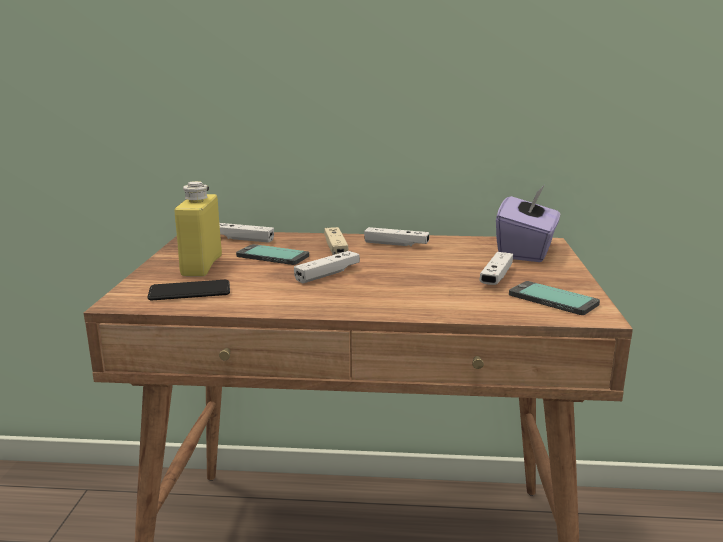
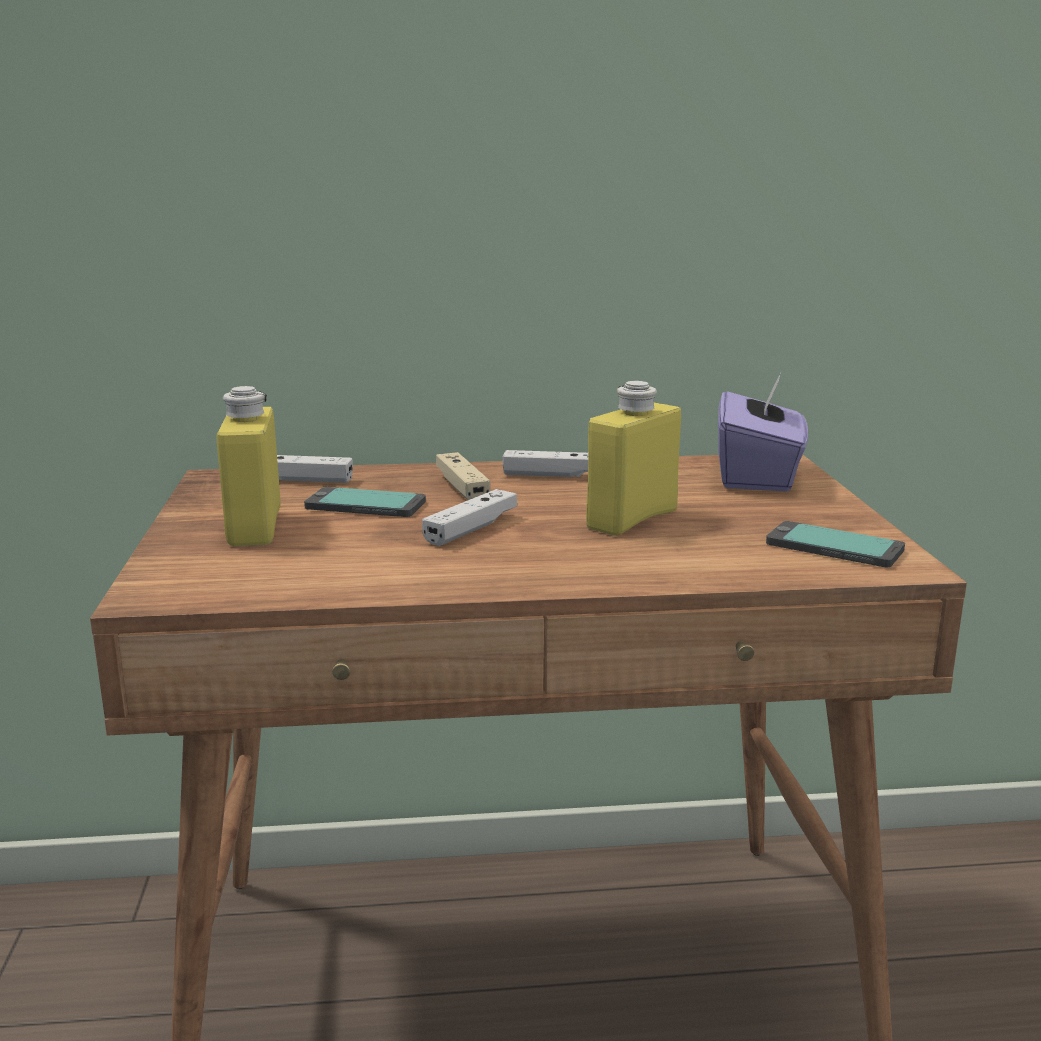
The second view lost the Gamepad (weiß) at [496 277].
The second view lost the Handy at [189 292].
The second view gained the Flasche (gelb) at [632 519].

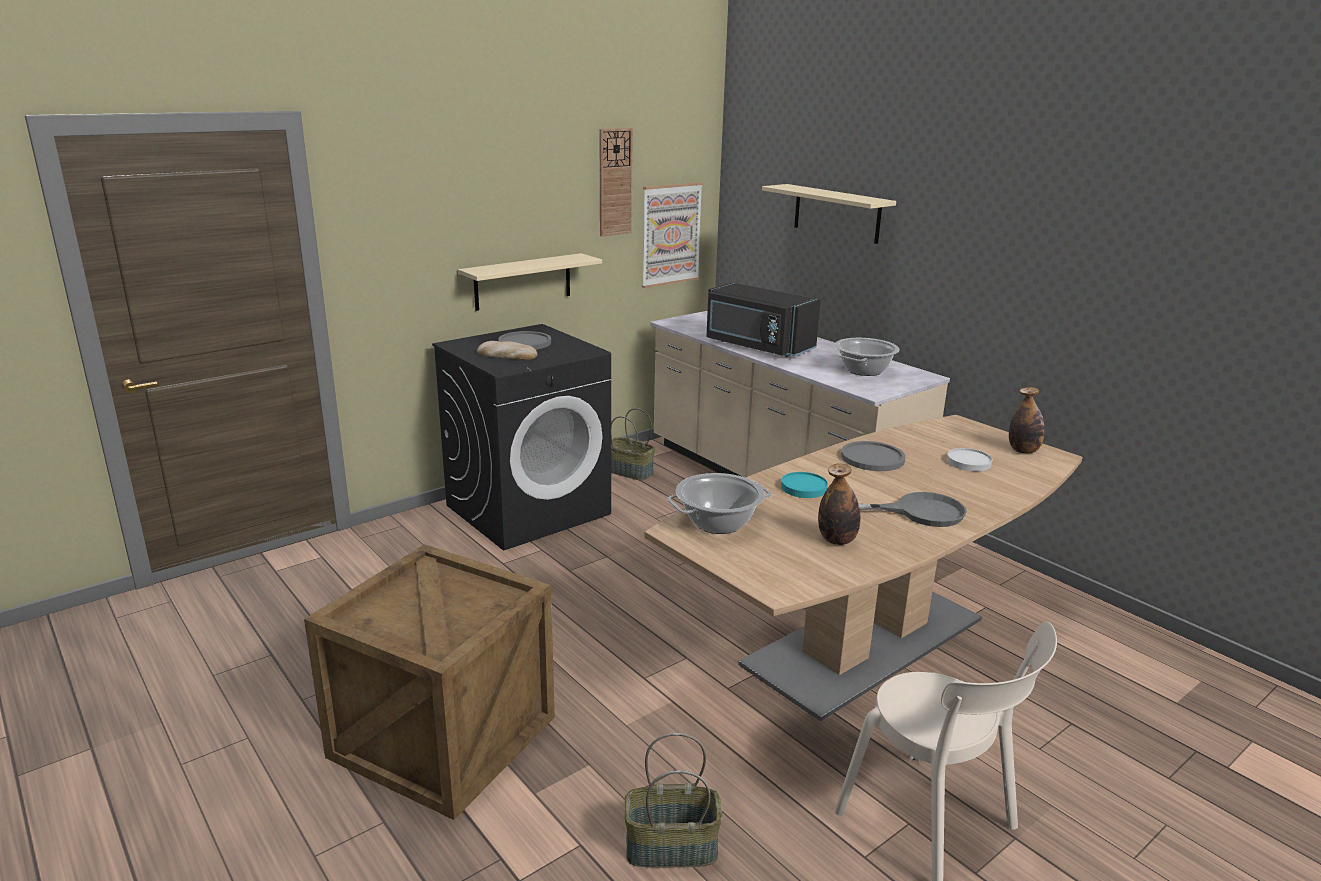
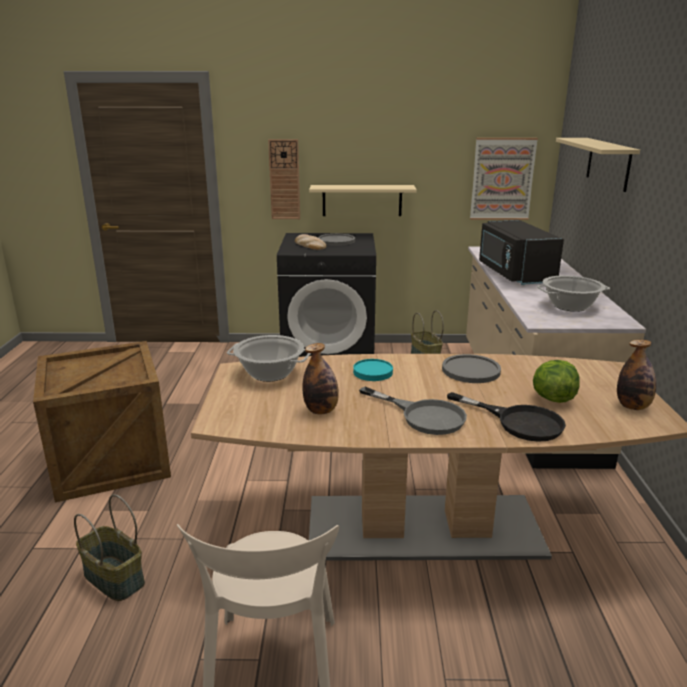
The Wanduhr ended up elsewhere, having gone from [615 182] to [284 180].
Where the Teller (weiß) stood at [968 462], the Salatkopf came to stand at [552 398].
The second view gained the Pfanne (schwarz) at [518 422].

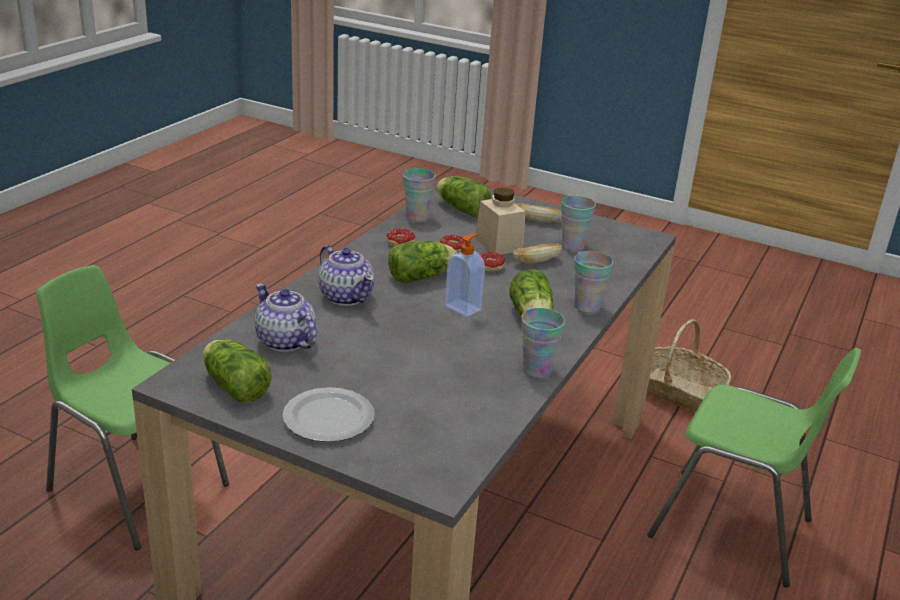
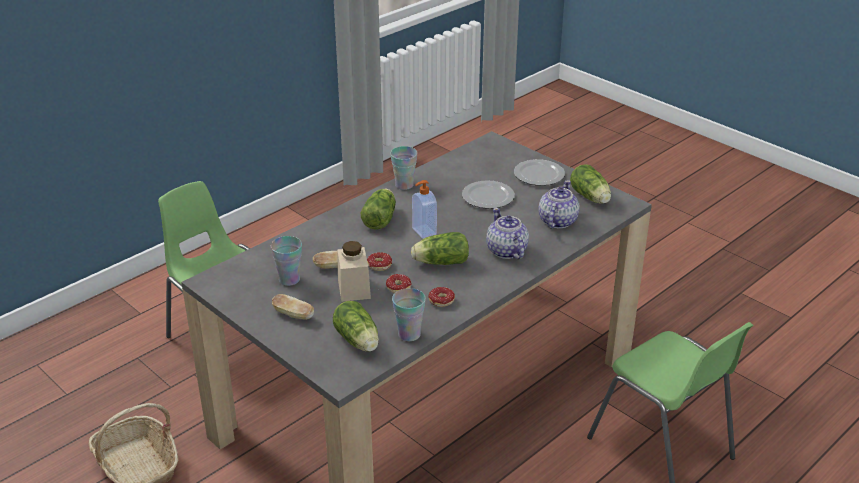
The second view lost the Tasse at [586 306].
The Teekanne at [285 341] ended up facing another way, 135 degrees counterclockwise from before.
The second view gained the Teller at [487 196].

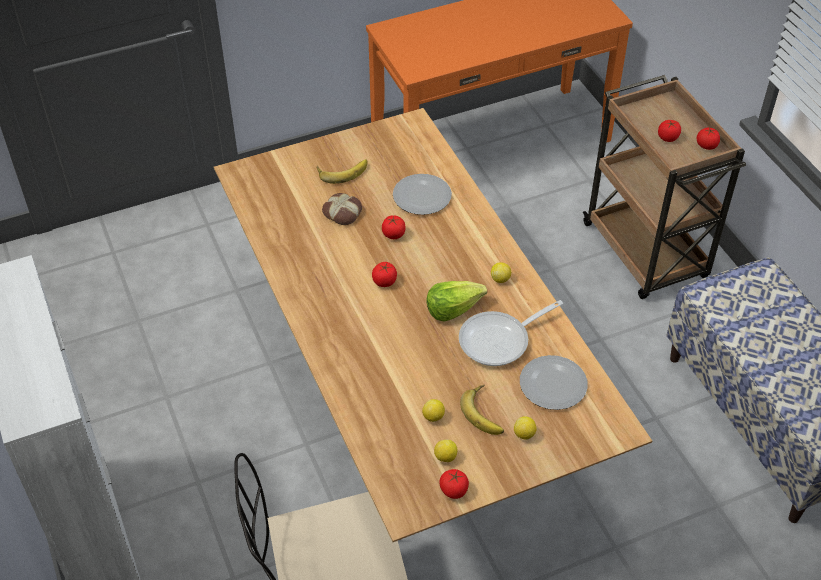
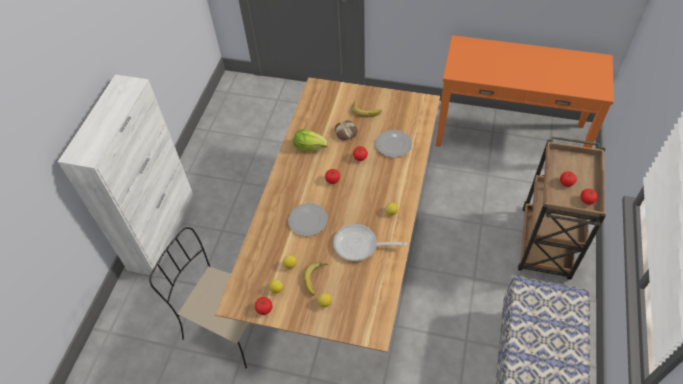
The Salatkopf ended up elsewhere, having gone from [453 308] to [310 146].
The Teller ended up elsewhere, having gone from [554 384] to [308 221].

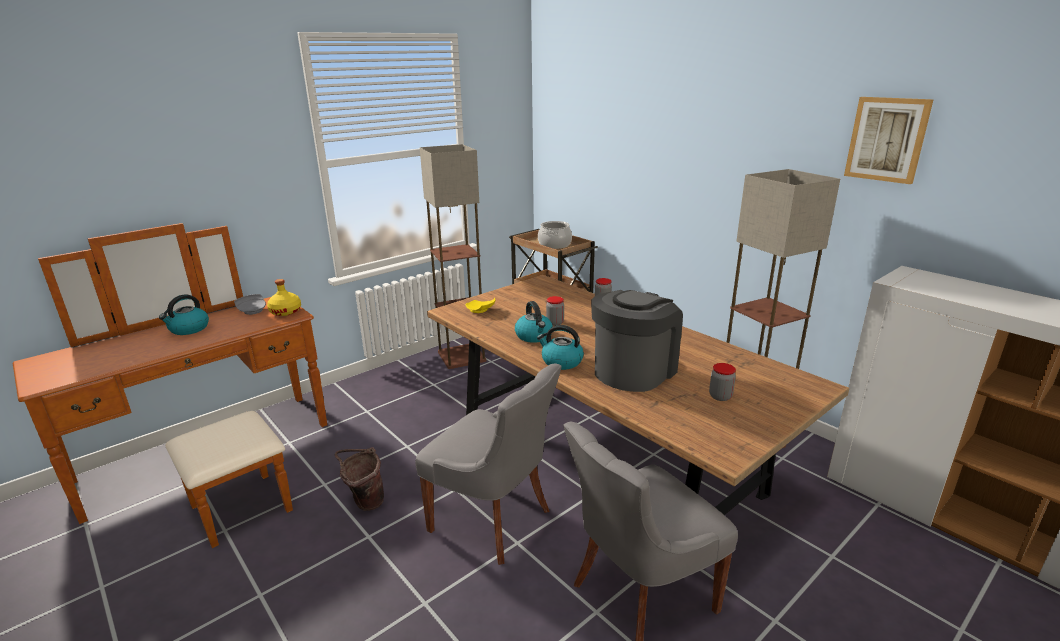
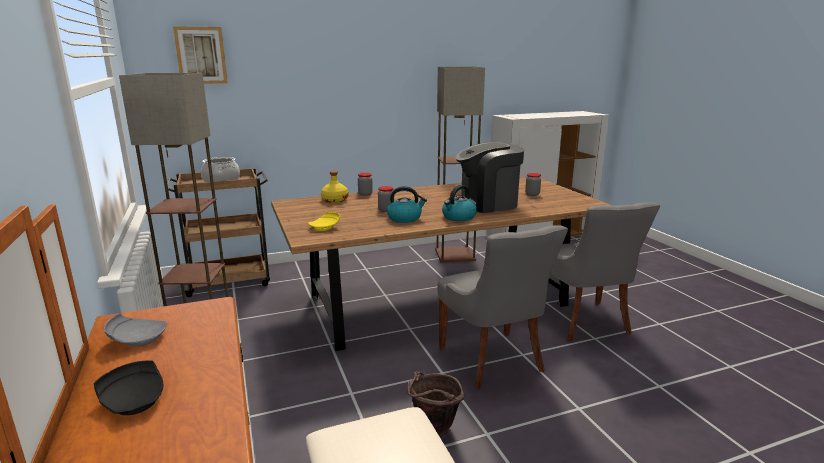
The Bild ended up elsewhere, having gone from [887 139] to [201 55].
The Flasche (gelb) ended up elsewhere, having gone from [285 311] to [334 200].
The Kaffeemaschine at [633 370] ended up facing another way, 75 degrees counterclockwise from before.
Where the Wasserkessel stood at [188 329], the Teller (schwarz) came to stand at [135 400].
The Stuhl (grau) at [493 520] ended up facing another way, 105 degrees clockwise from before.

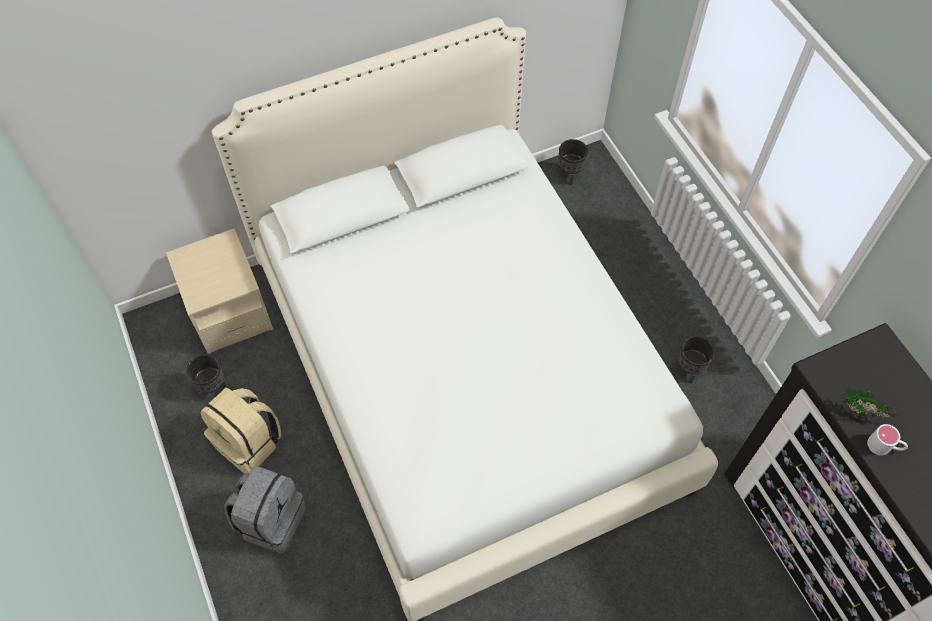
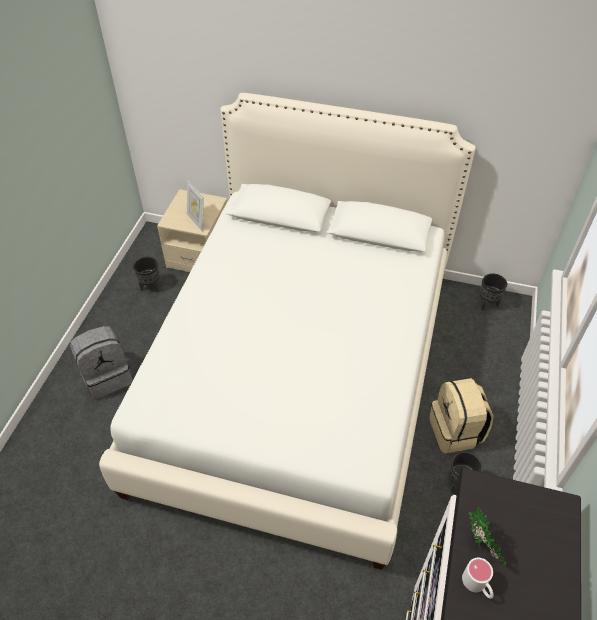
The Rucksack (beige) ended up elsewhere, having gone from [249 442] to [456 431].
The second view gained the Bilderrahmen at [197 221].

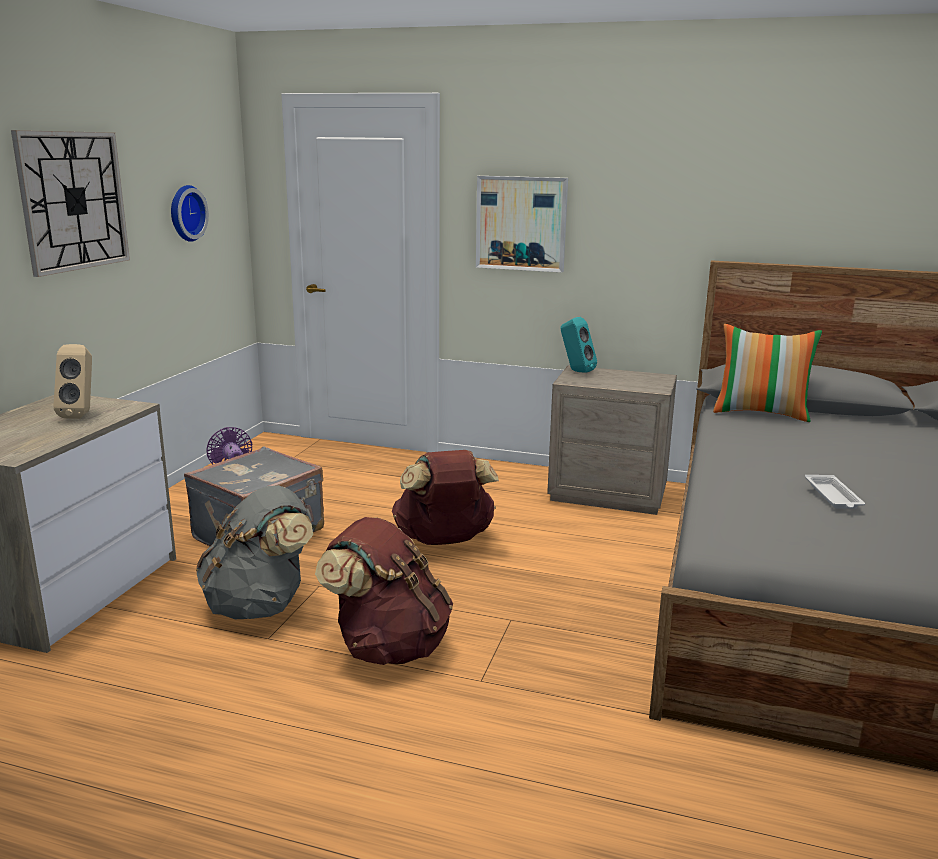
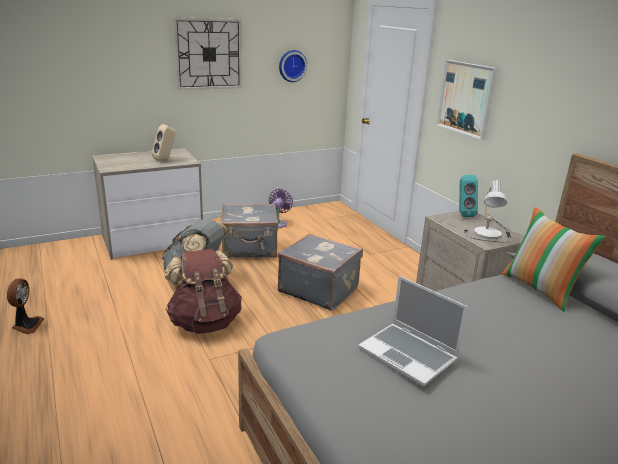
Where the Rucksack (braun) stood at [444 540], the Koffer (grau) came to stand at [319 289].
Where the Tablett (weiß) stood at [833 496], the Laptop came to stand at [409 355].
The second view gained the Tischlampe at [490 234].
The second view gained the Ventilator at [27 325].

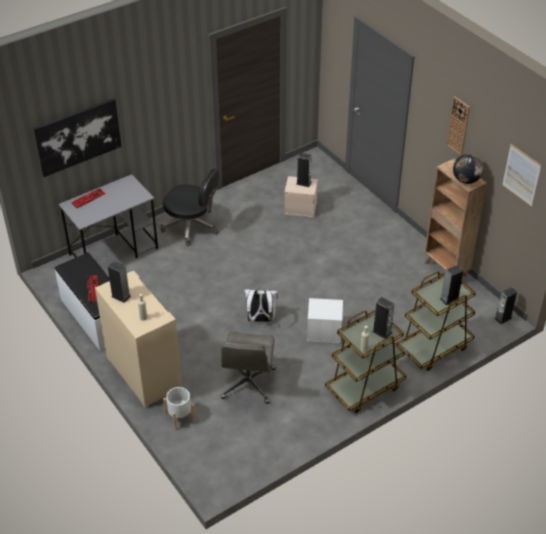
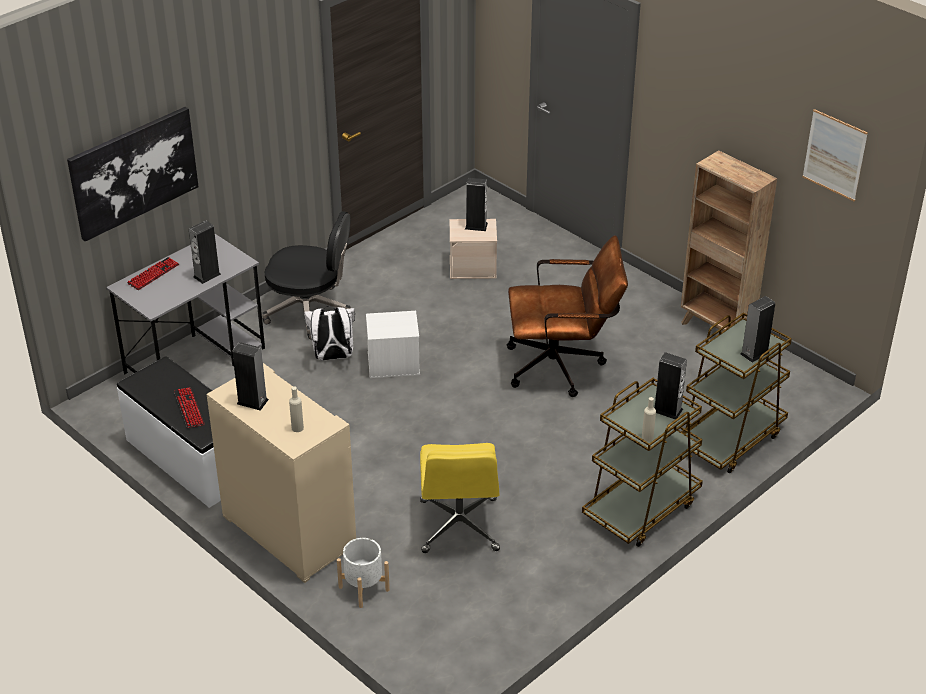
The second view lost the Wanduhr at [458 126].
The second view lost the Globus at [466 180].
The Lautsprecher ended up elsewhere, having gone from [503 318] to [207 275].
The Rucksack (weiß) ended up elsewhere, having gone from [261 319] to [332 357].
The Aufbewahrungsbox (weiß) ended up elsewhere, having gone from [323 332] to [392 363].
What was the Bürostuhl (grau) at [248 384] turned into the Bürostuhl (gelb) at [459 526].
The second view gained the Bürostuhl (braun) at [563 366].

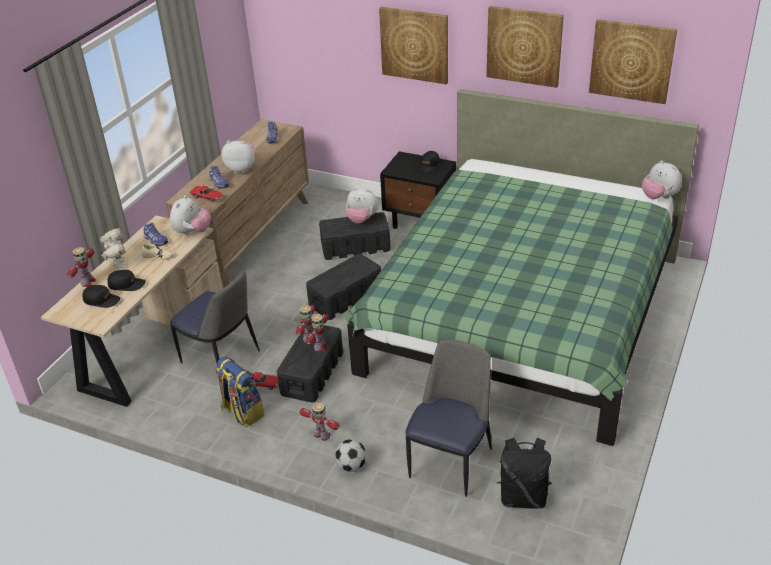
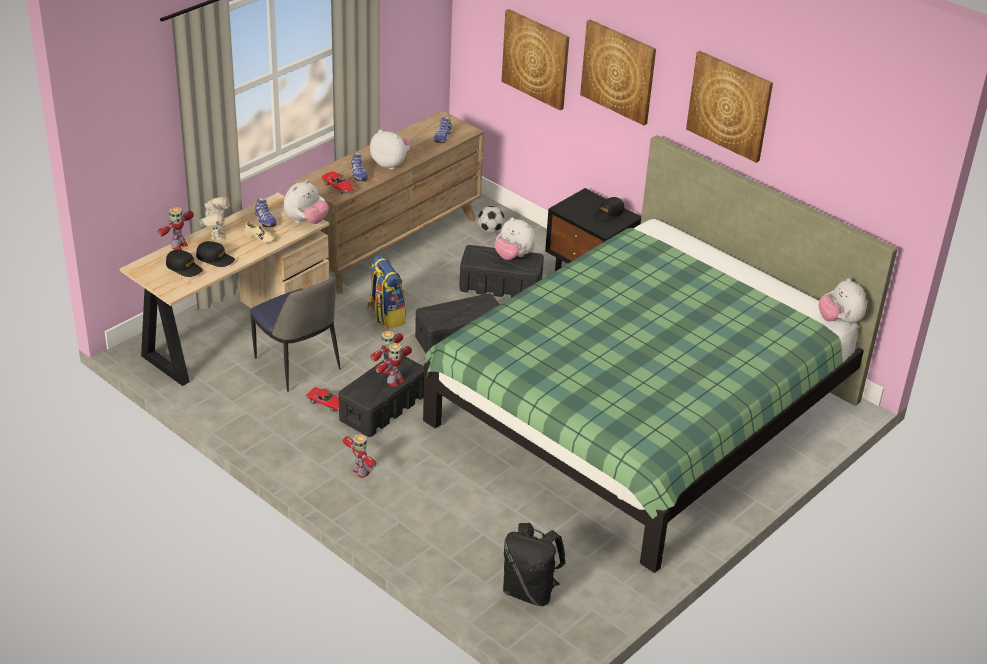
The Bild ended up elsewhere, having gone from [631 61] to [536 59].
The second view lost the Stuhl at [451 461].
The Rucksack ended up elsewhere, having gone from [242 412] to [385 316].
The Fußball ended up elsewhere, having gone from [351 466] to [490 231].

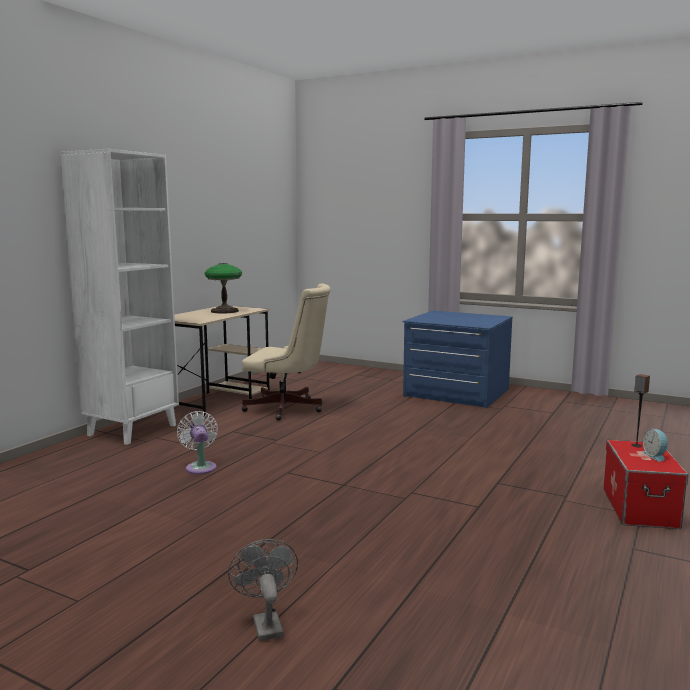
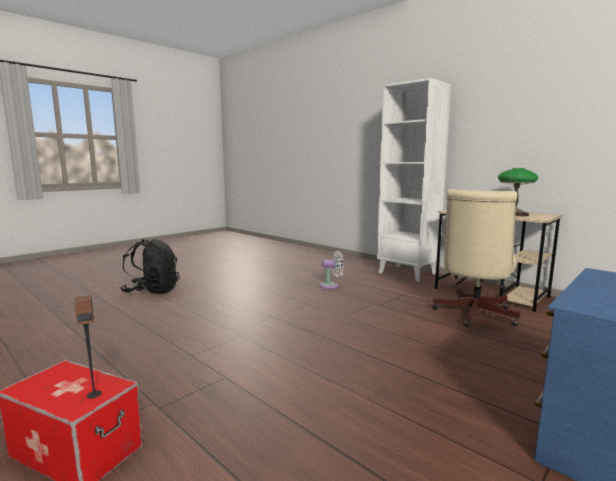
The second view lost the Wecker at [655 456].
Where the Ventilator (grau) stood at [265 623], the Rucksack (schwarz) came to stand at [152 291].

